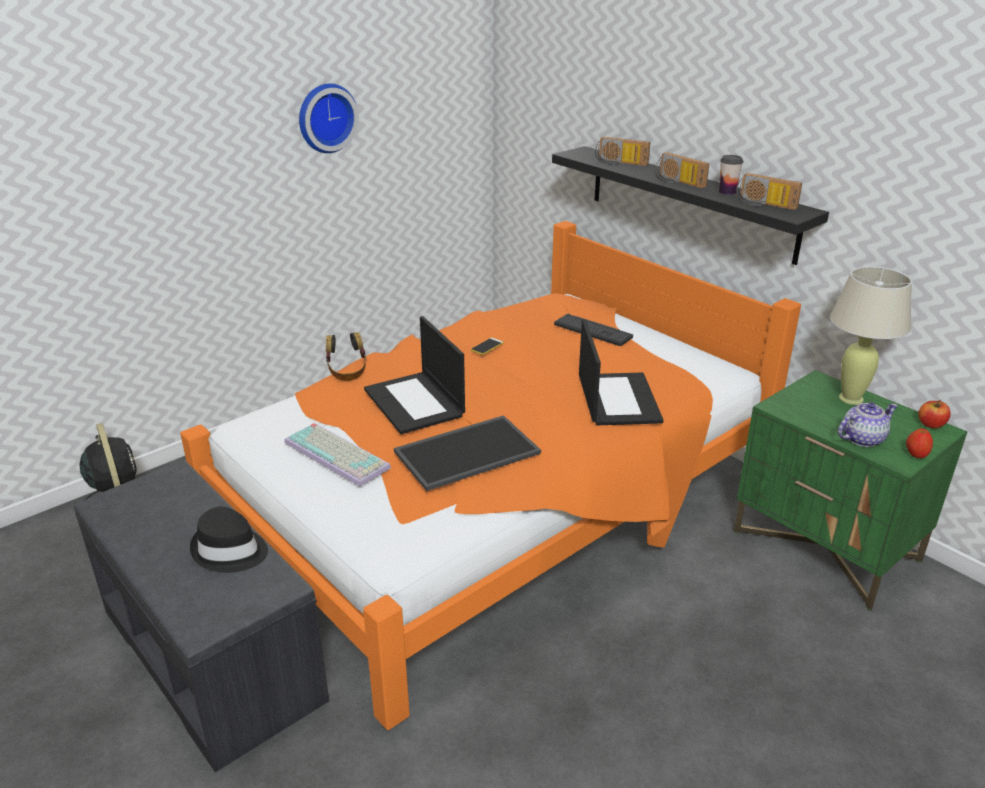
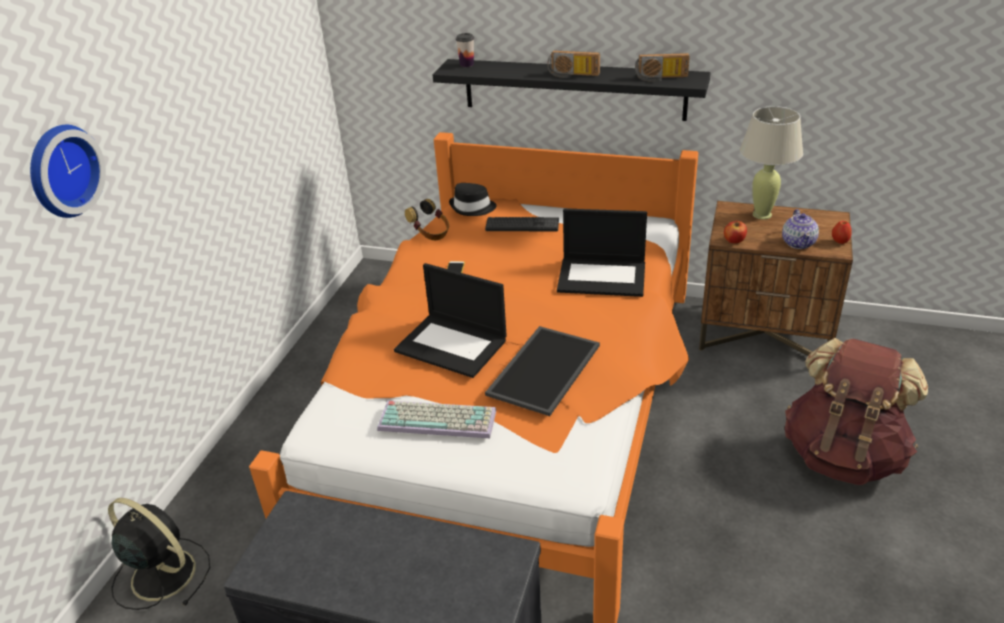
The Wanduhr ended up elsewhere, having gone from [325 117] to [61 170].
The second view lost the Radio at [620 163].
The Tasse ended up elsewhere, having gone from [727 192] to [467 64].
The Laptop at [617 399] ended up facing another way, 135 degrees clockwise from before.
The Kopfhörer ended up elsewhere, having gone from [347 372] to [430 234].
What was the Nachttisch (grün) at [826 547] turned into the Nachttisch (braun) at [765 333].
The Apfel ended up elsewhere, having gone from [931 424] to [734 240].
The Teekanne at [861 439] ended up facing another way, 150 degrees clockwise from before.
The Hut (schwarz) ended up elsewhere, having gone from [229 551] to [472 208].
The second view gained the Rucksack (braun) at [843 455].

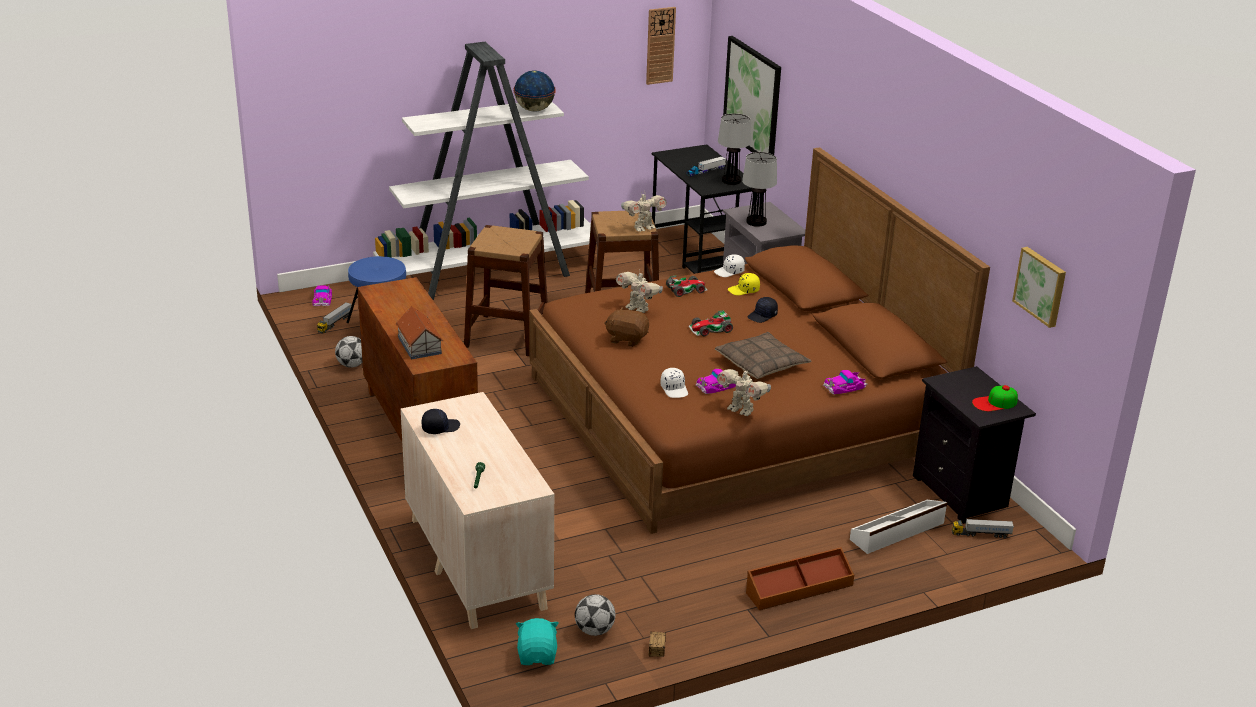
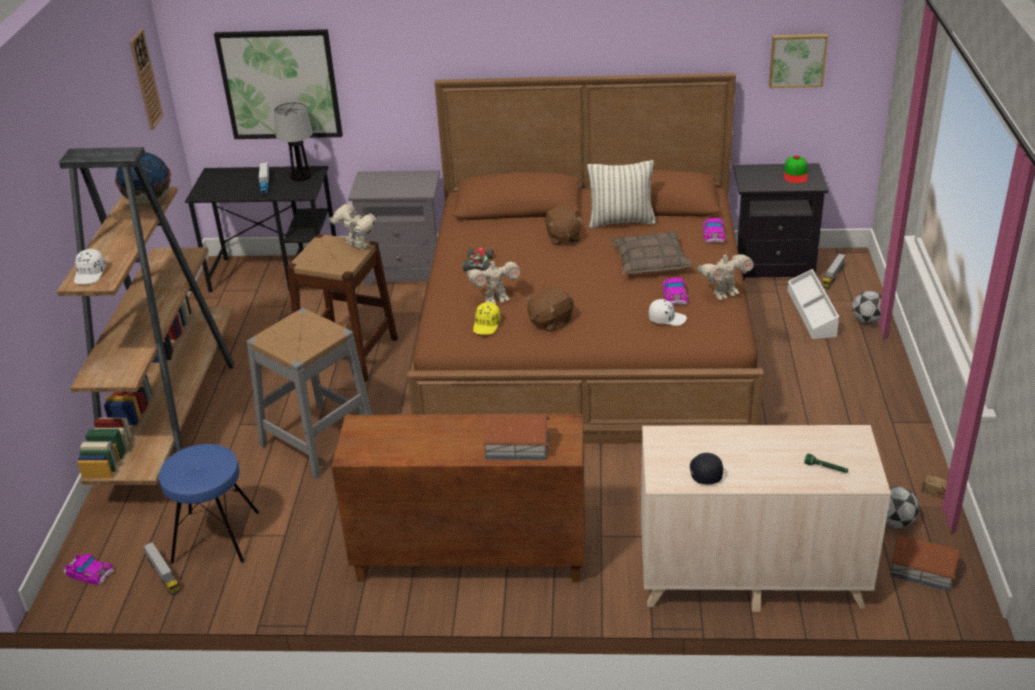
What was the Bücherregal (weiß) at [491 274] turned into the Bücherregal (braun) at [172 417].
The second view lost the Tischlampe at [756 222].
The Spielzeugroboter at [643 228] ended up facing another way, 45 degrees counterclockwise from before.
What was the Hocker (braun) at [507 335] turned into the Hocker (grau) at [318 440].
The Kappe (weiß) ended up elsewhere, having gone from [729 272] to [90 274].
The Kappe (gelb) ended up elsewhere, having gone from [744 290] to [487 325].
Where the Kappe (schwarz) stood at [762 316], the Plüschtier (braun) came to stand at [563 238].
The second view lost the Spielzeugauto at [710 329].
The Fußball ended up elsewhere, having gone from [352 365] to [867 321].
The second view lost the Aufbewahrungsbox (braun) at [799 588].
Where the Plüschtier (türkis) stood at [537 656], the Spielzeughaus came to stand at [923 571].
The second view gained the Kissen at [621 221].

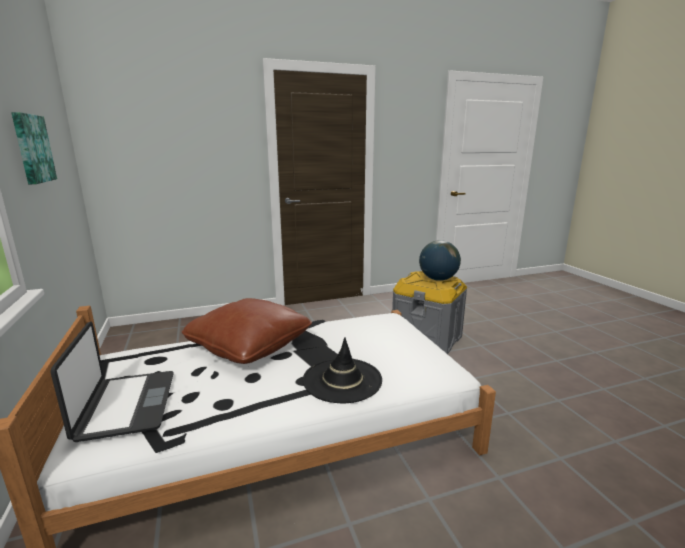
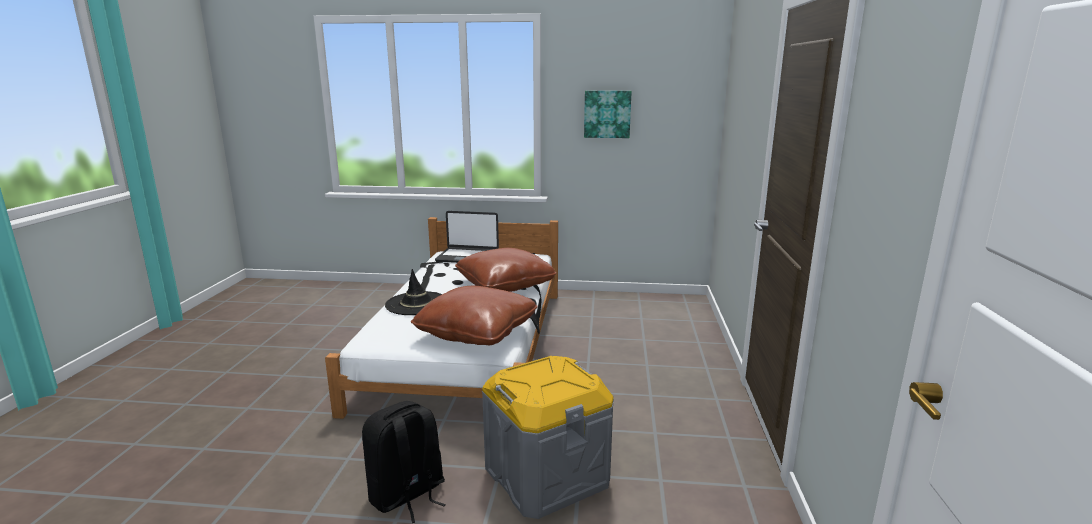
The second view lost the Globus at [438 279].
The second view gained the Kissen (braun) at [476 332].
The second view gained the Rucksack (schwarz) at [407 495].

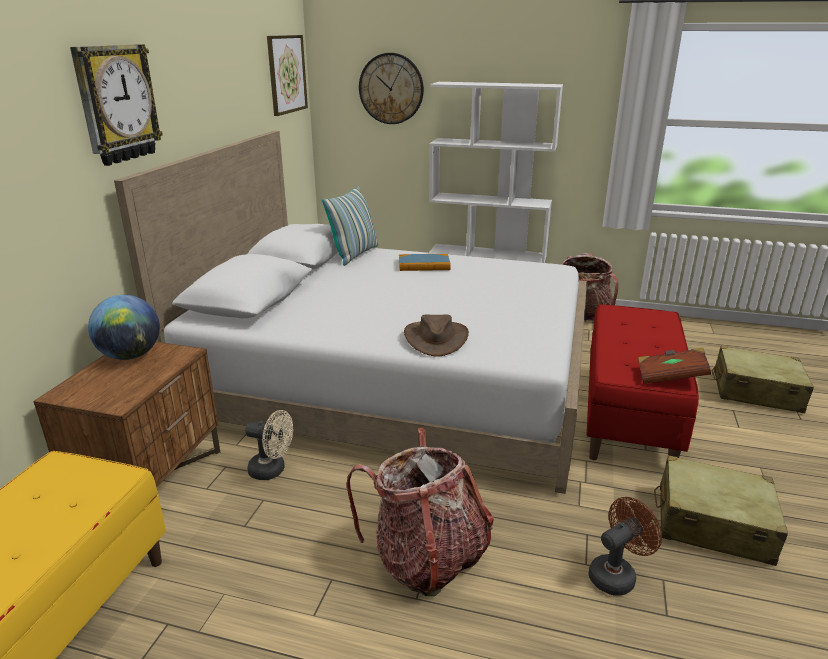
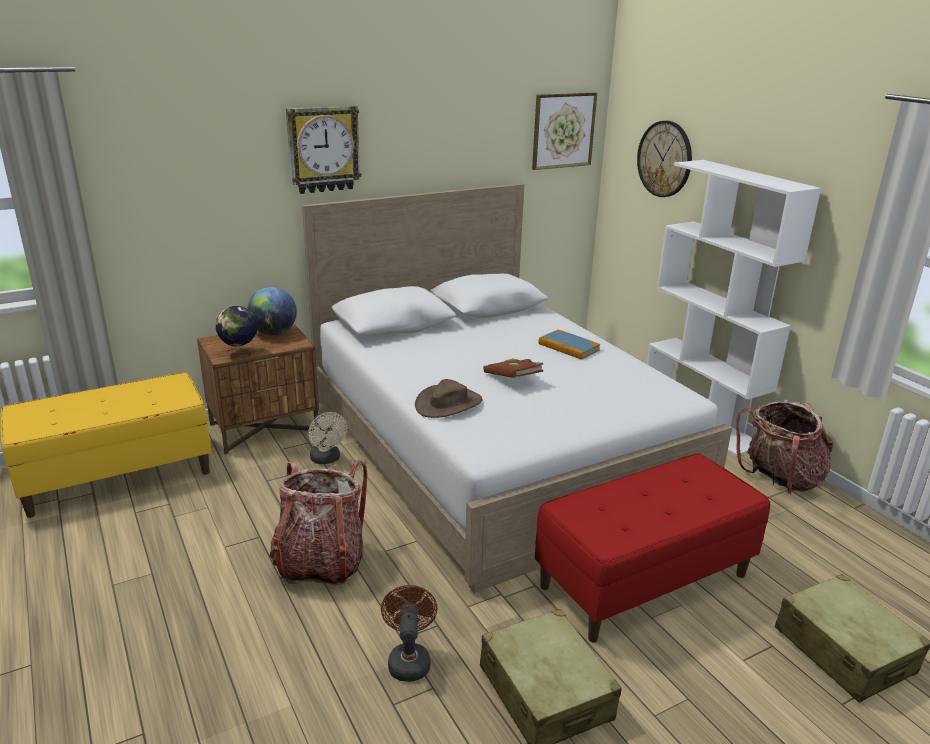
The second view lost the Kissen at [354 255].
The Buch (braun) ended up elsewhere, having gone from [670 377] to [513 379].
The Ventilator (braun) at [616 574] ended up facing another way, 105 degrees counterclockwise from before.
The second view gained the Globus at [240 354].

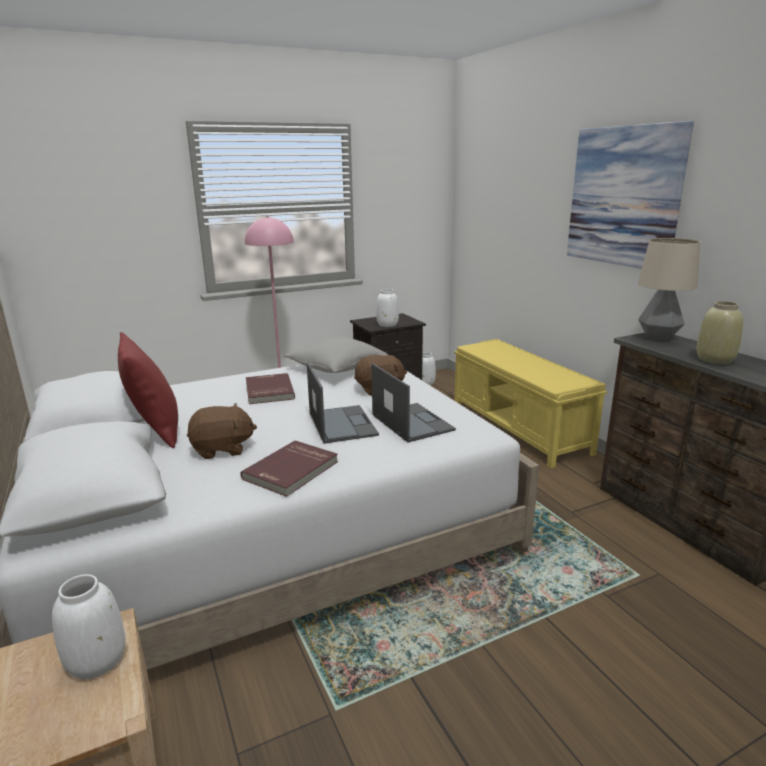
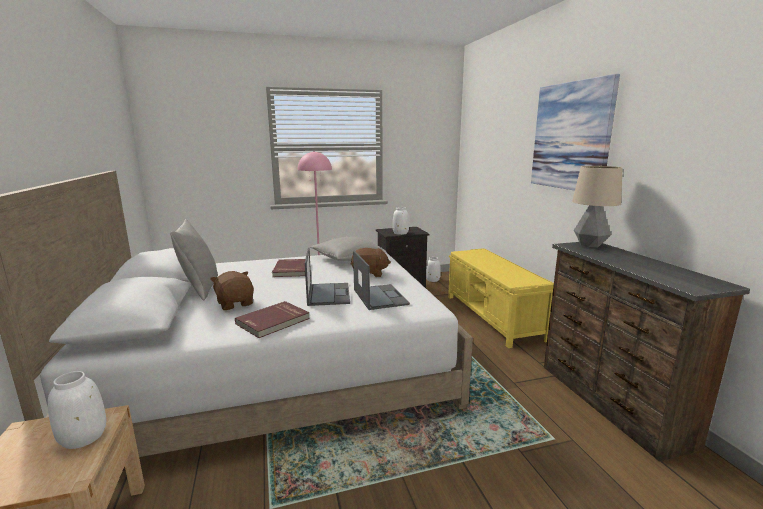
The second view lost the Vase (beige) at [714 360].
What was the Kissen (rot) at [155 430] turned into the Kissen (grau) at [200 288].
The Plüschtier (braun) at [222 449] ended up facing another way, 120 degrees counterclockwise from before.

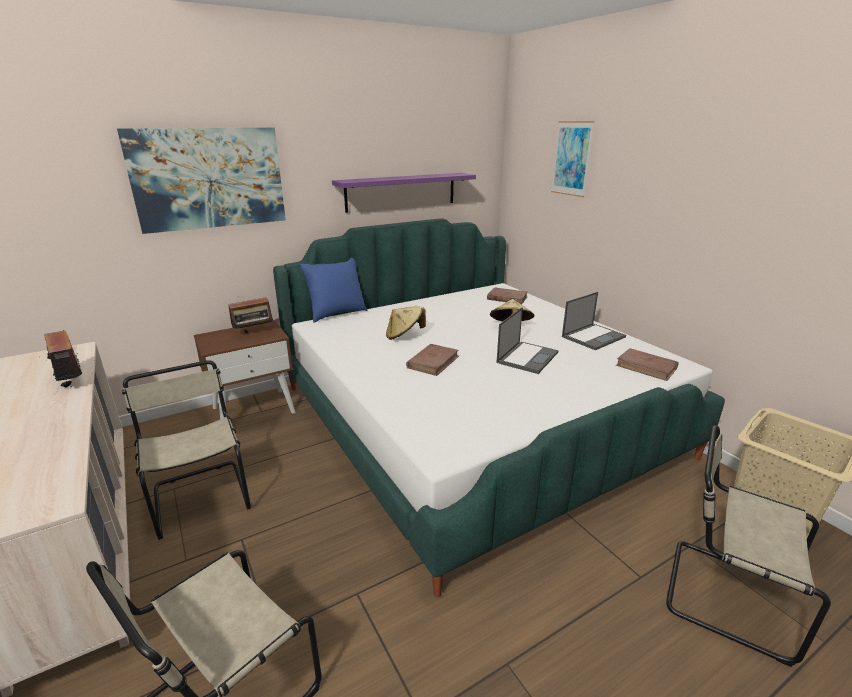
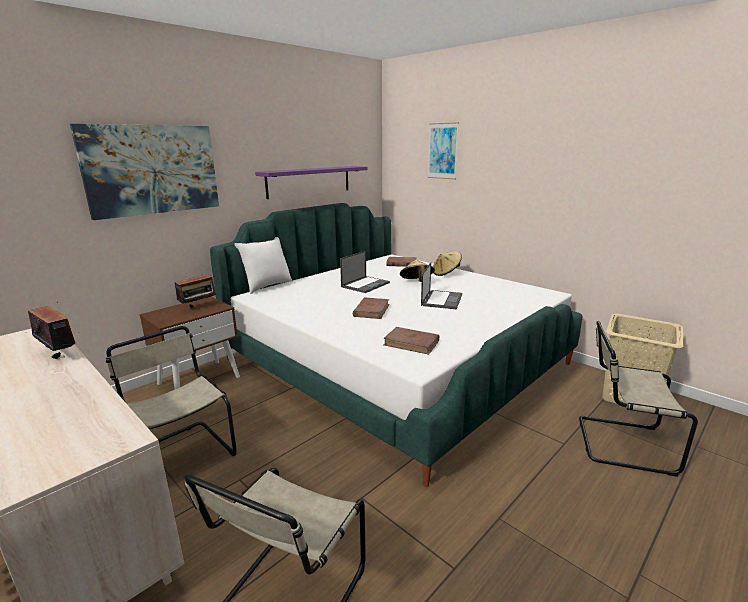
What was the Kissen (blau) at [336 314] turned into the Kissen (weiß) at [267 286].
The Laptop ended up elsewhere, having gone from [593 336] to [365 284].
The Hut (beige) ended up elsewhere, having gone from [404 335] to [446 273].
The Buch (braun) ended up elsewhere, having gone from [646 367] to [411 343].

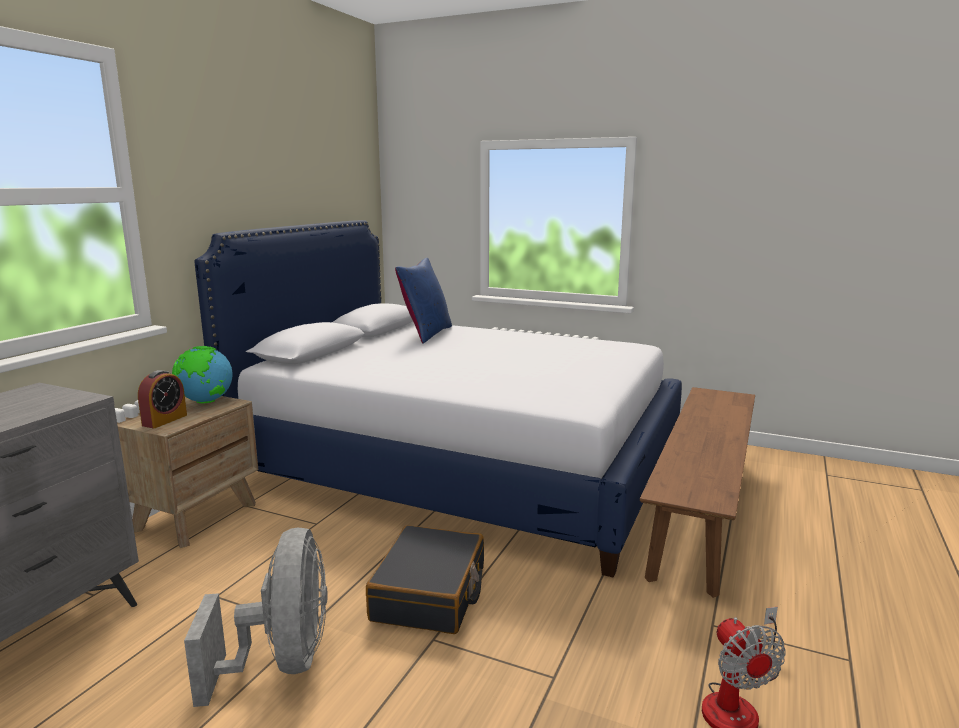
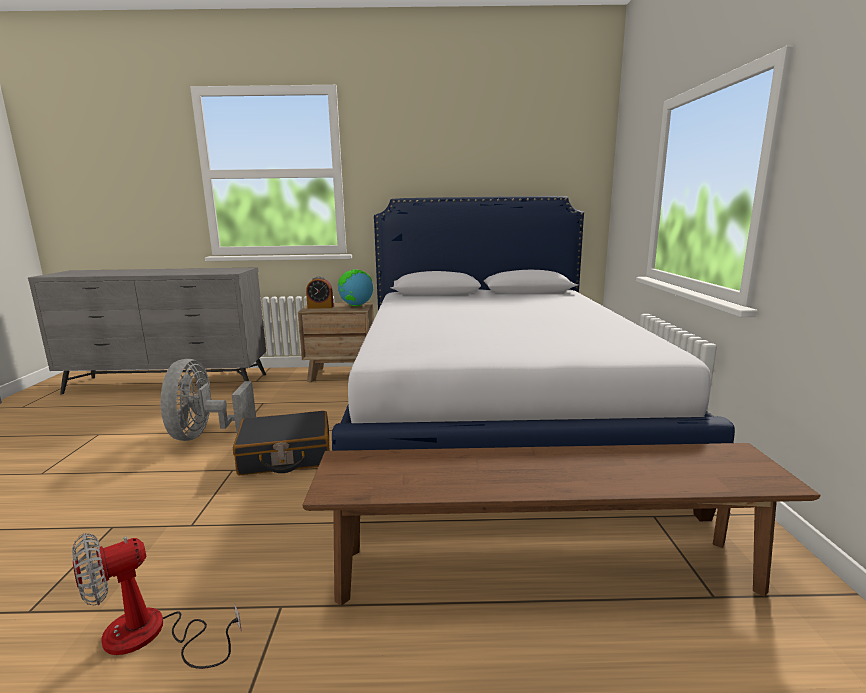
The second view lost the Kissen (blau) at [426 334].
The Ventilator (grau) at [283 661] ended up facing another way, 120 degrees clockwise from before.

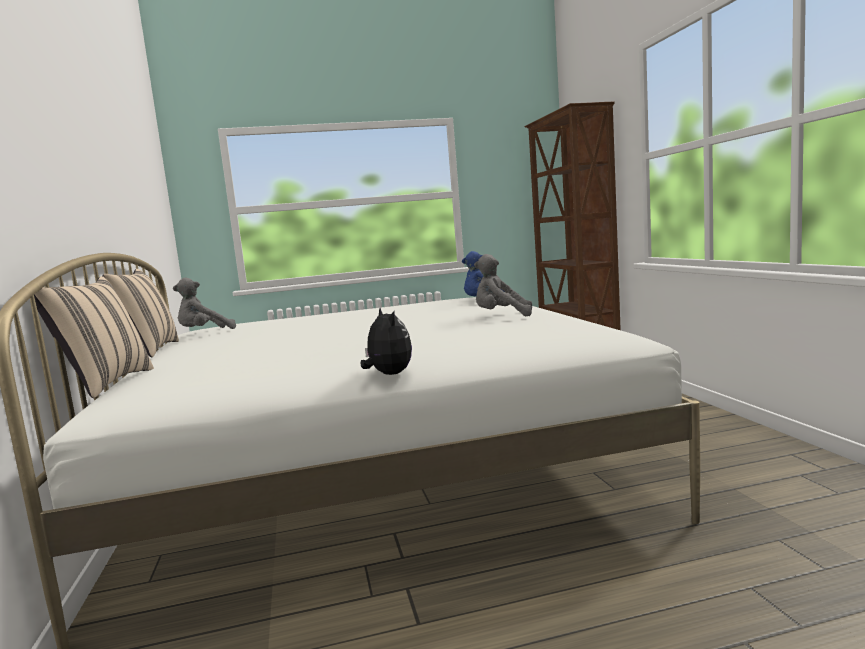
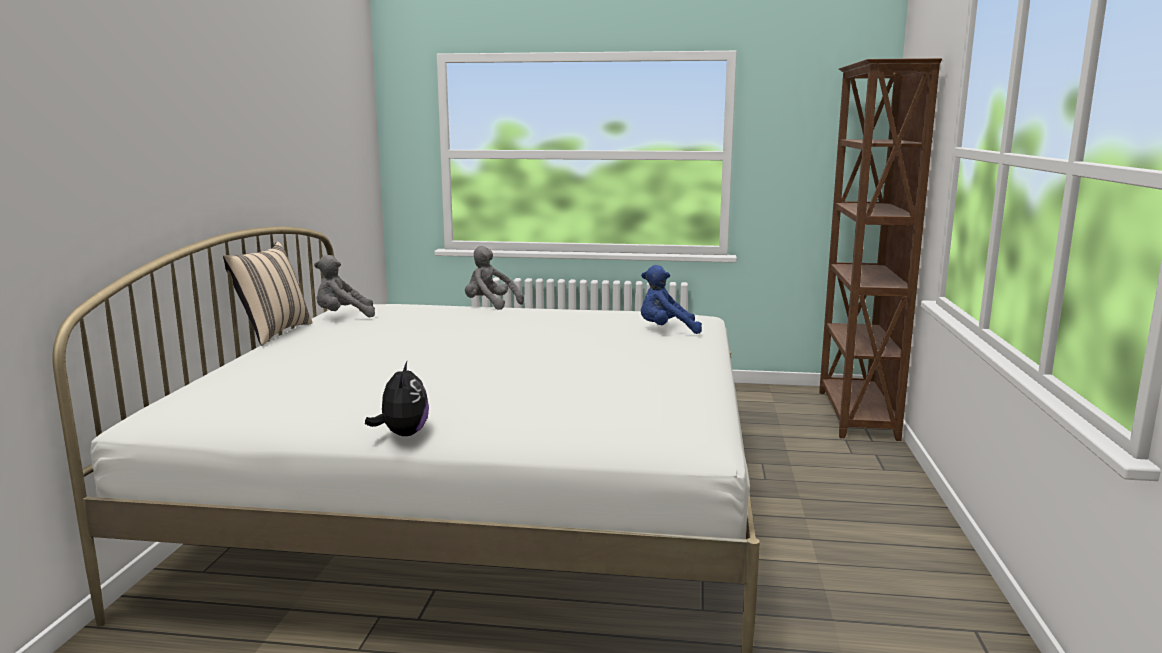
The Plüschtier (grau) ended up elsewhere, having gone from [501 316] to [490 305].
The second view lost the Kissen (beige) at [105 384].

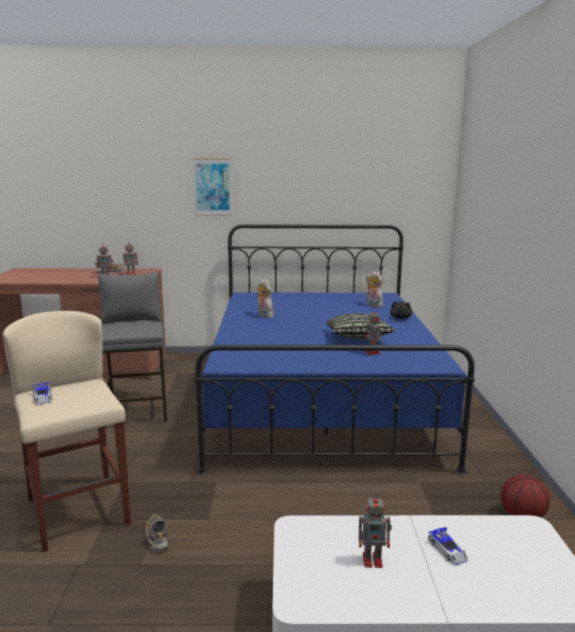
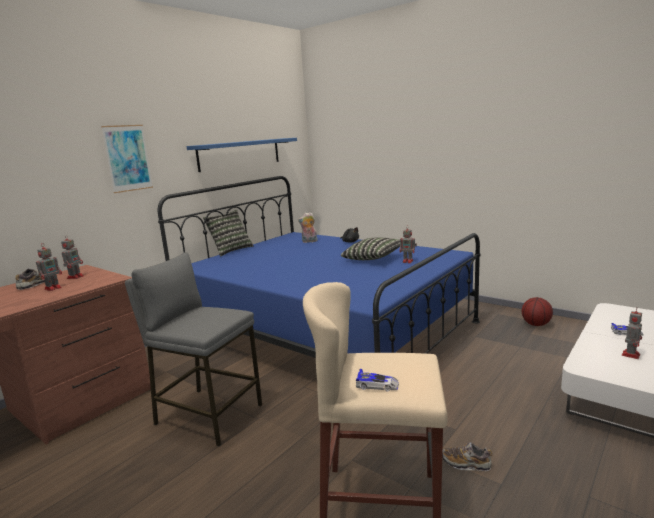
The second view lost the Plüschtier at [264 315].
The second view gained the Wandregal (blau) at [240 154].
The second view gained the Kissen at [230 250].

